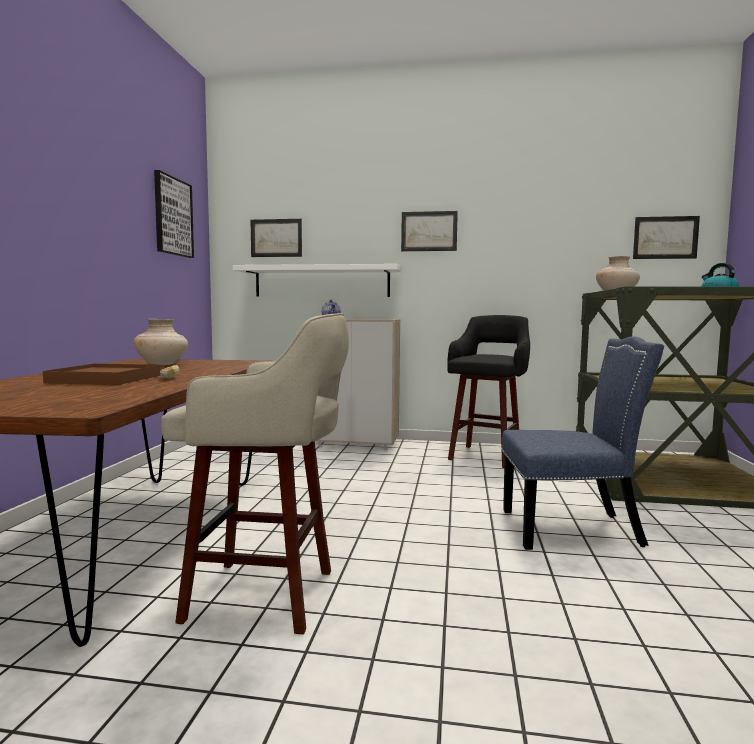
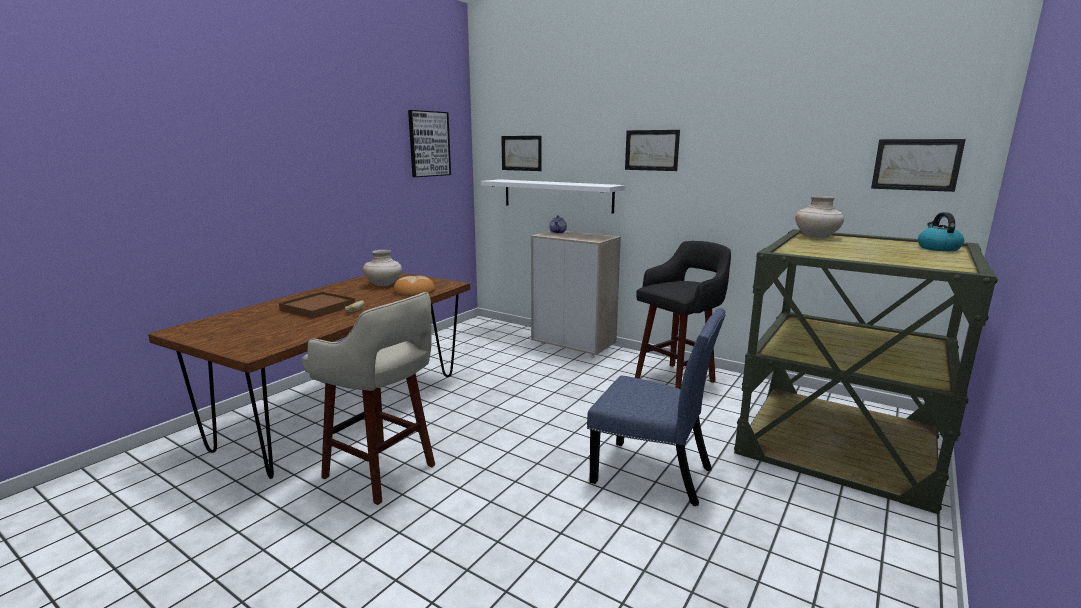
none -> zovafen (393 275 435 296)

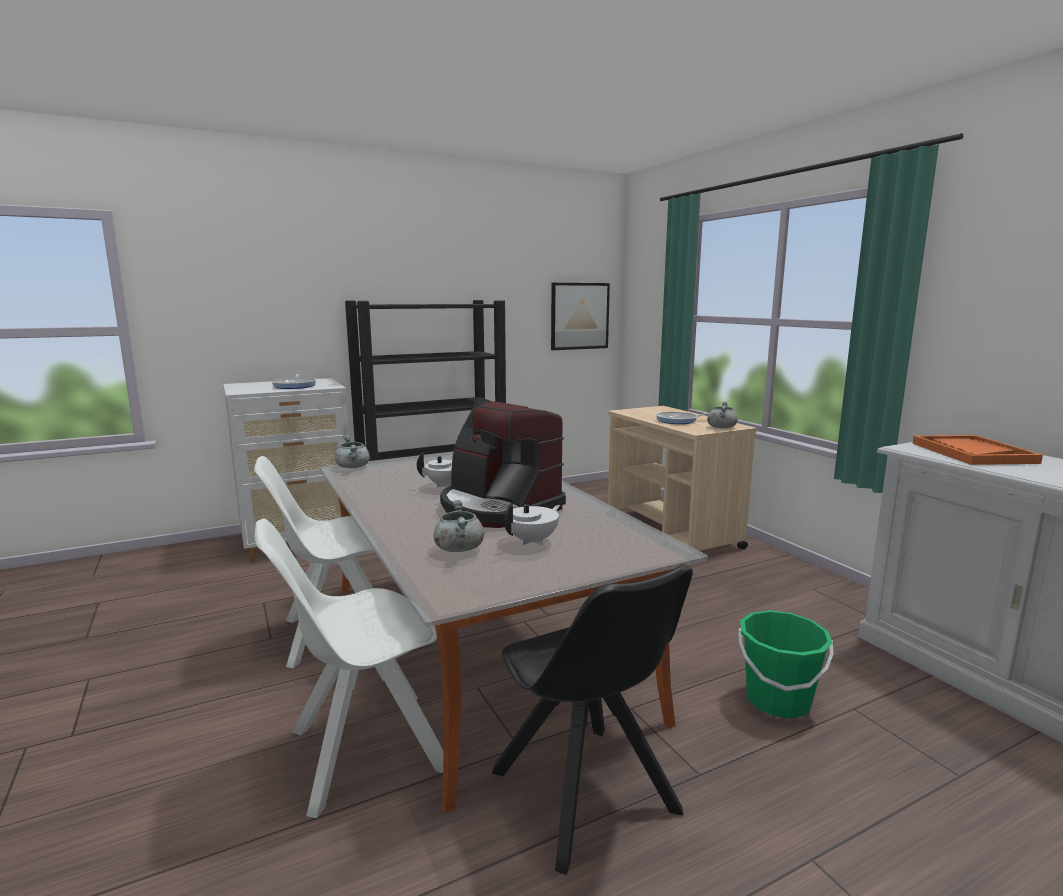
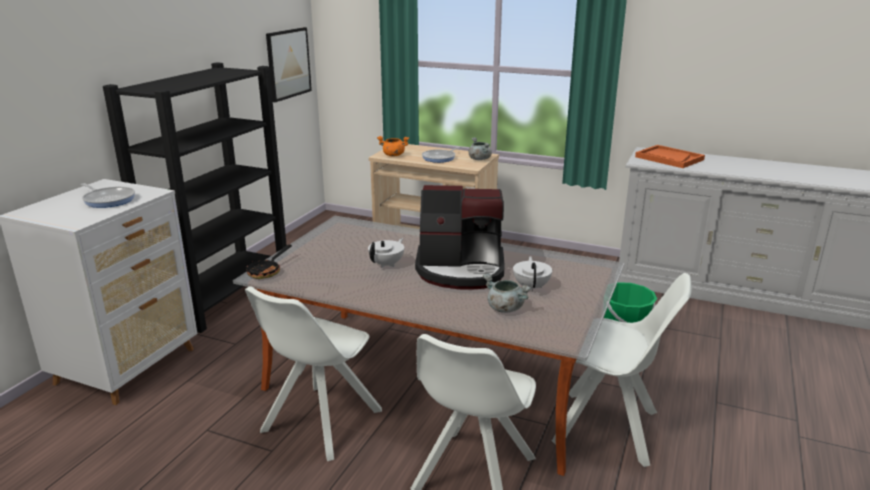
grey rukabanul (334 435 370 468) -> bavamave (246 244 292 279)
none -> orange rukabanul (377 136 409 156)
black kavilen (492 564 693 875) -> white kavilen (552 273 692 467)

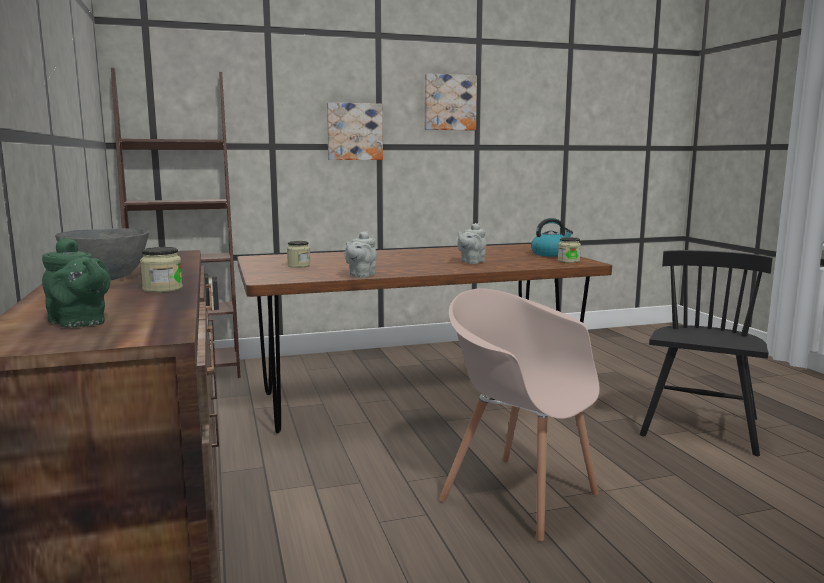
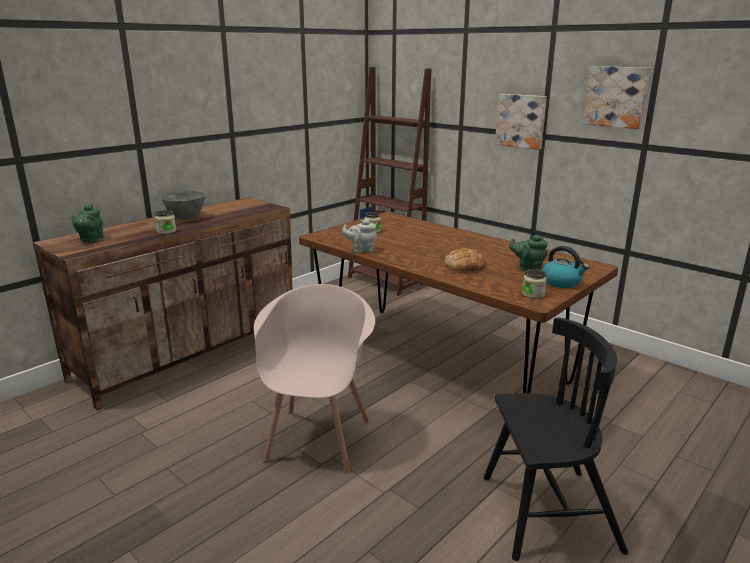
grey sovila (457 223 486 264) -> zovafen (445 248 486 272)
none -> green sovila (509 235 548 271)

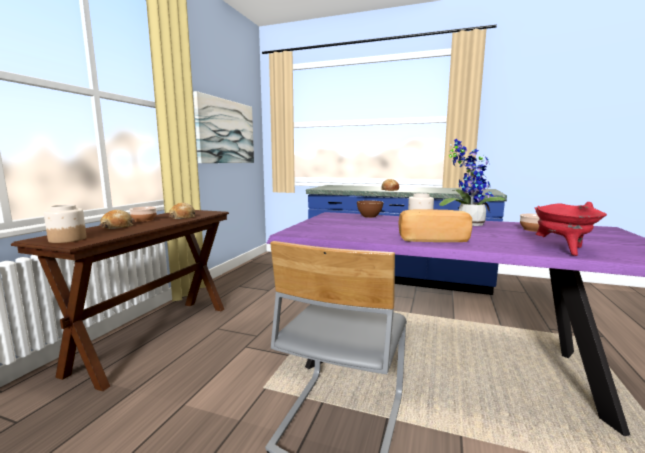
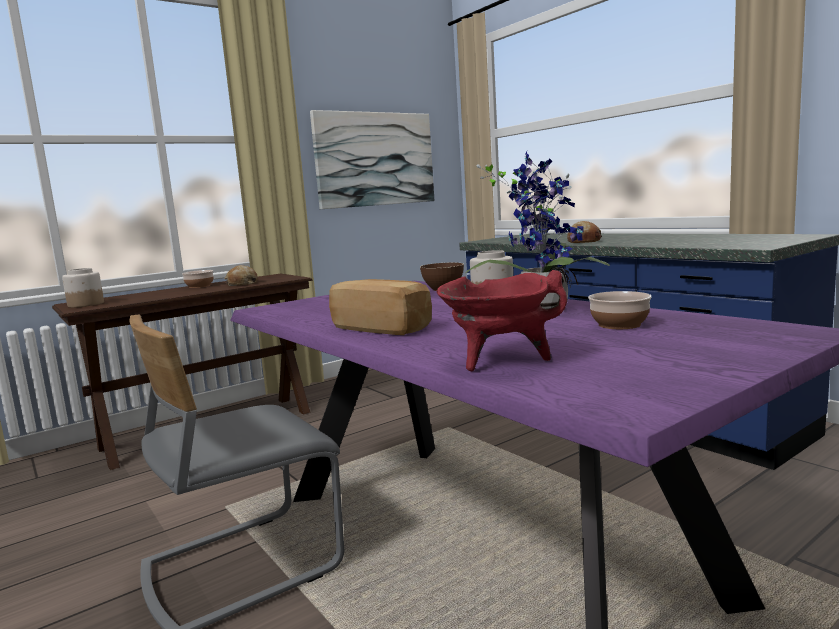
zovafen (100 210 133 229) -> none

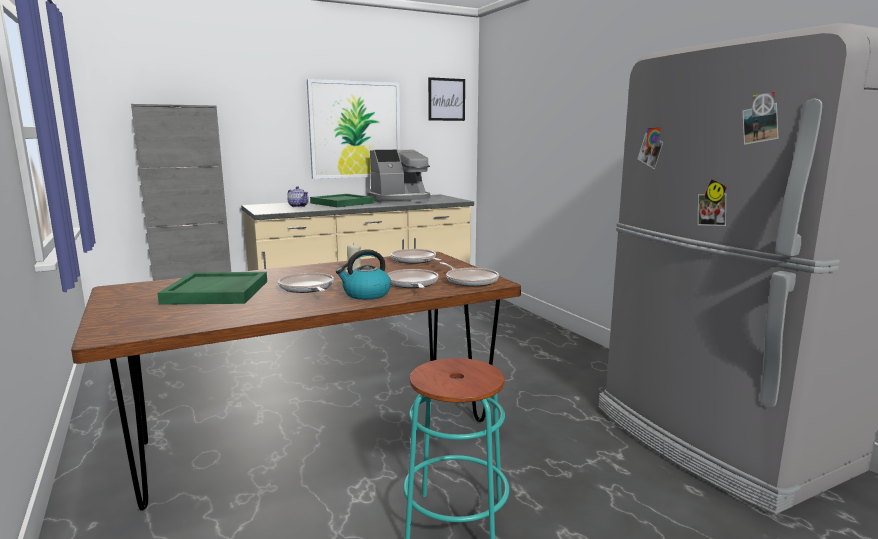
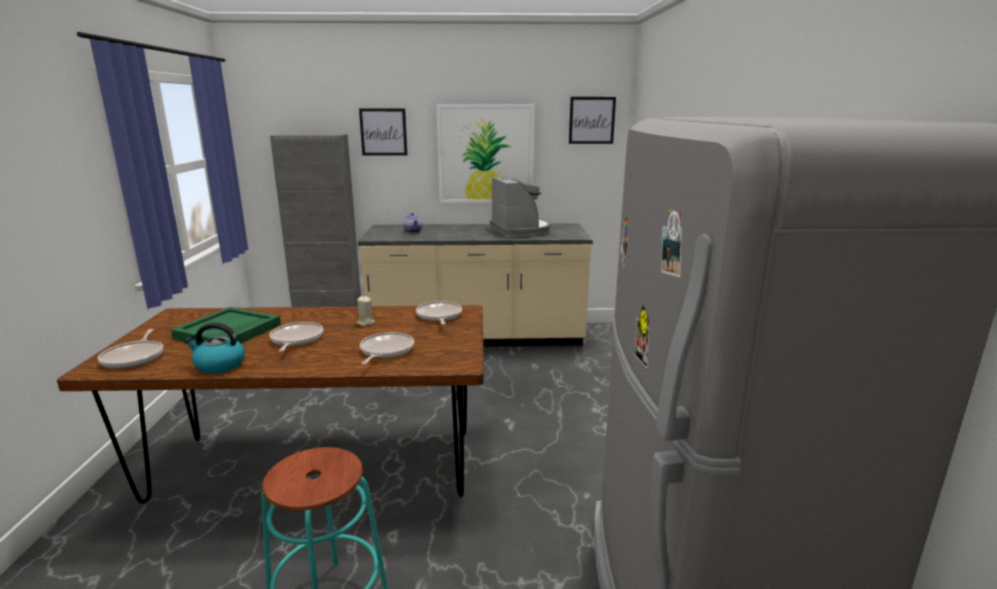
bavamave (440 262 499 287) -> bavamave (98 329 163 369), shifted
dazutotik (336 250 391 300) -> dazutotik (184 322 245 374), shifted
none -> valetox (359 109 407 155)
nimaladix (367 150 430 203) -> nimaladix (490 177 550 238), 105 degrees counterclockwise
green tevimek (310 194 374 207) -> none

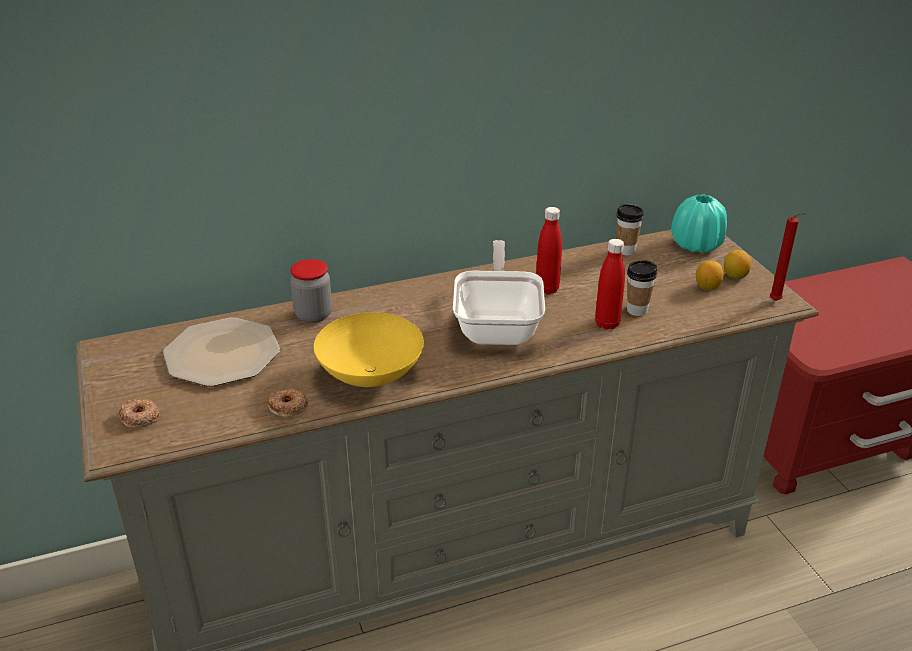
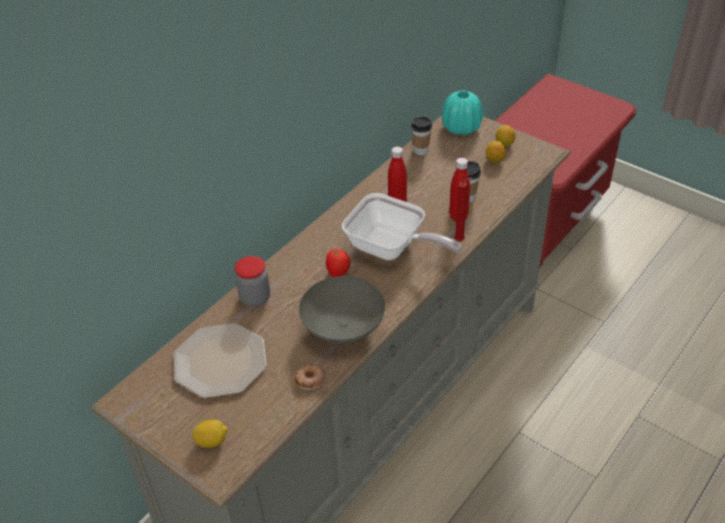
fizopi (119 398 160 428) -> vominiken (192 420 228 448)
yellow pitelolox (314 312 424 387) -> grey pitelolox (299 276 385 344)
none -> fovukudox (326 248 350 277)
bavamave (453 240 545 345) -> bavamave (342 193 462 260), 150 degrees clockwise
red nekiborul (769 213 807 301) -> red nekiborul (454 178 472 241), shifted

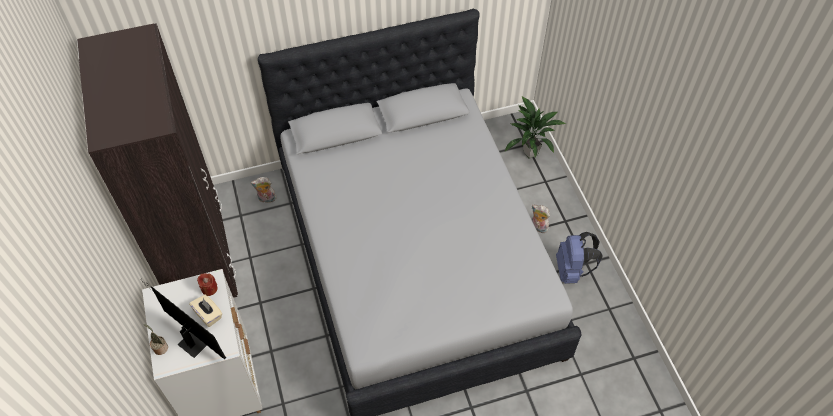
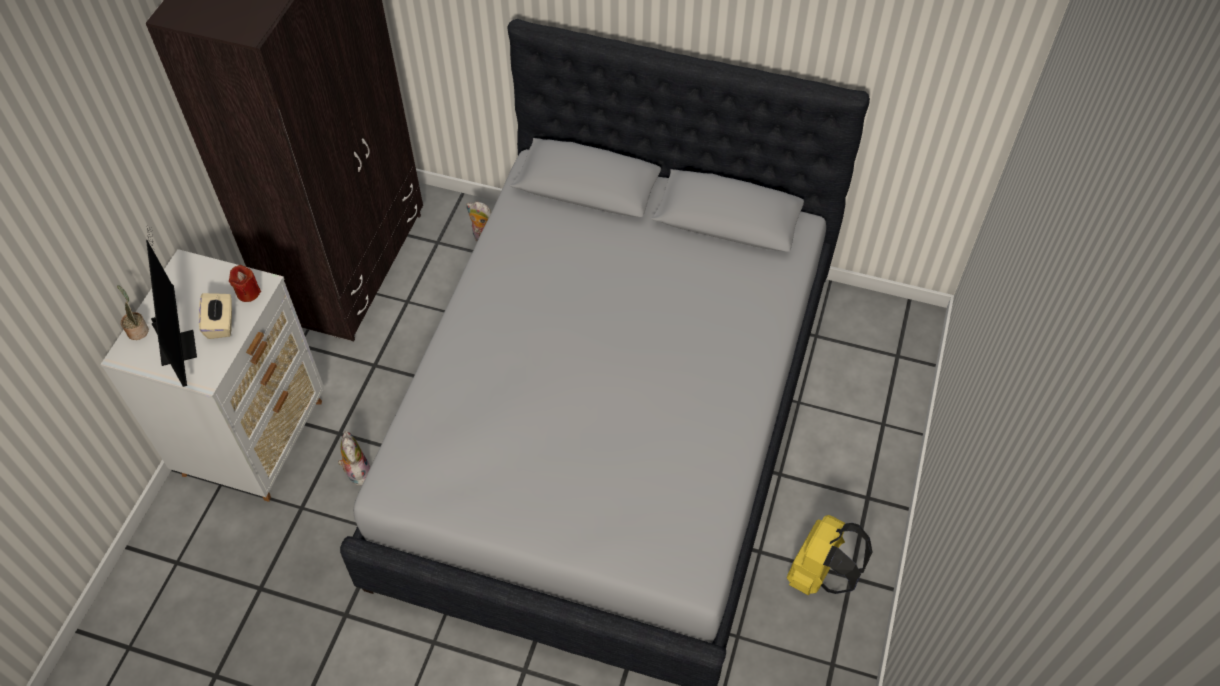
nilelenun (532 205 550 233) -> nilelenun (338 431 370 486), shifted
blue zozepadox (556 232 603 284) -> yellow zozepadox (787 515 872 596)
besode (504 96 567 159) -> none

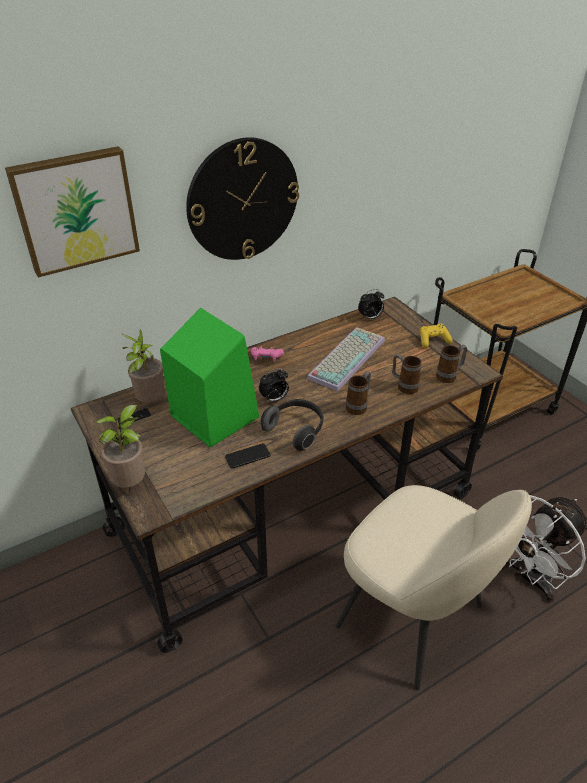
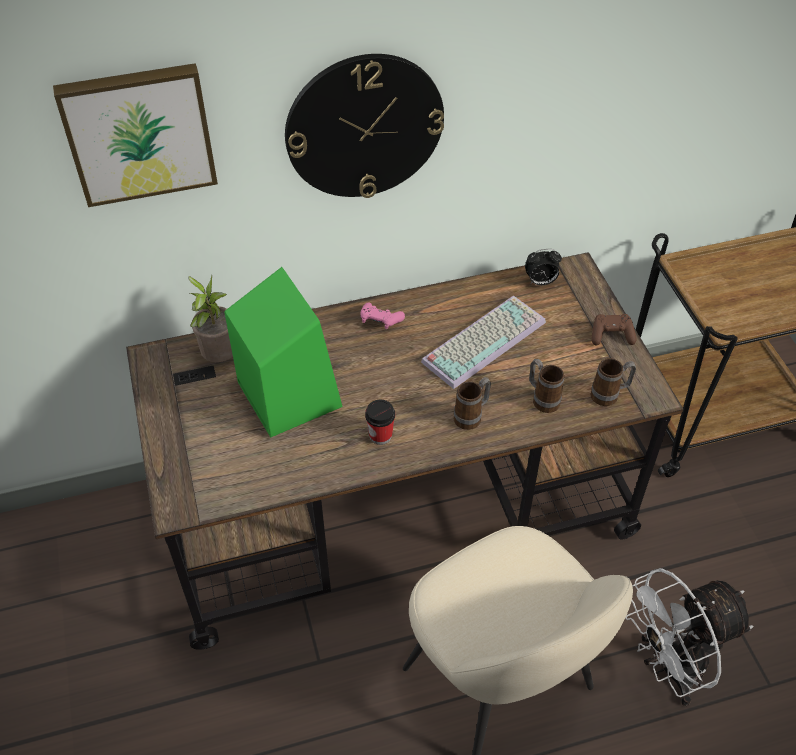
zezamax (260 399 323 451) -> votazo (365 400 395 445)
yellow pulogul (420 324 452 348) -> brown pulogul (591 314 637 346)
besode (96 404 145 488) -> none
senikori (225 443 271 469) -> none
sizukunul (259 368 289 403) -> none

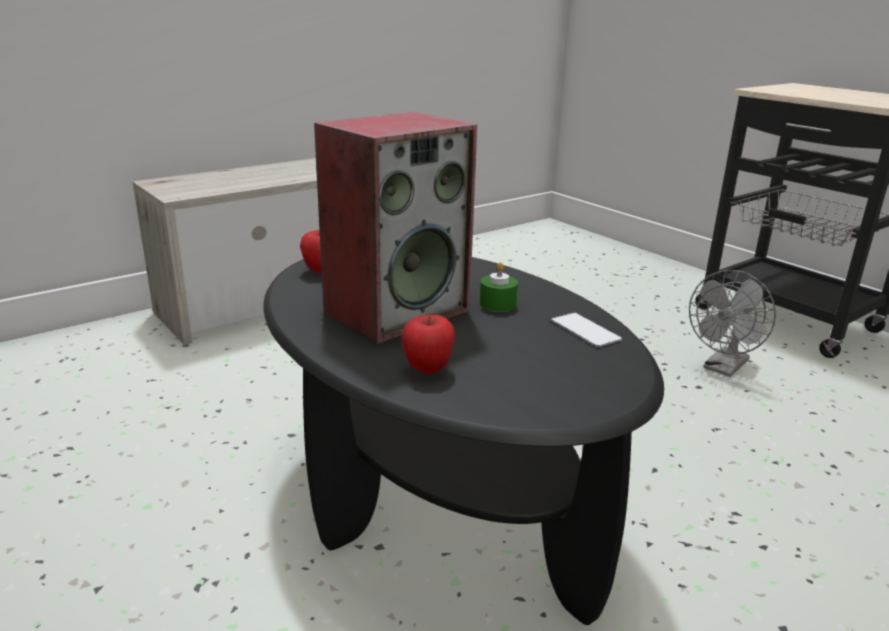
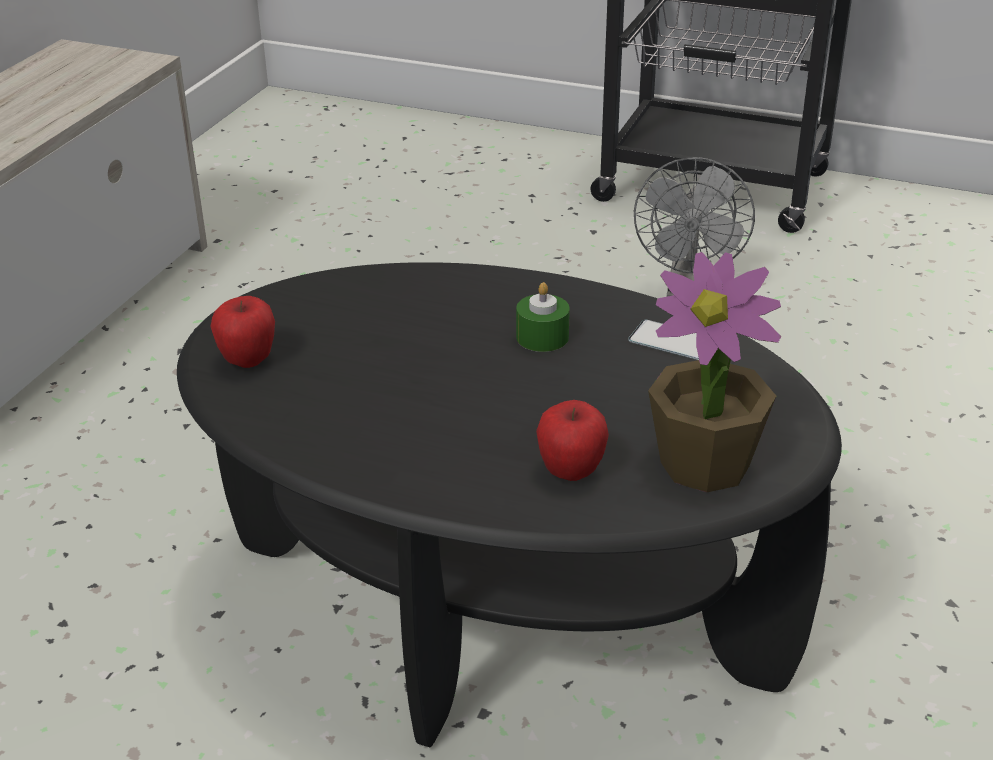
none -> besode (648 252 781 492)
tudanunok (314 112 477 344) -> none

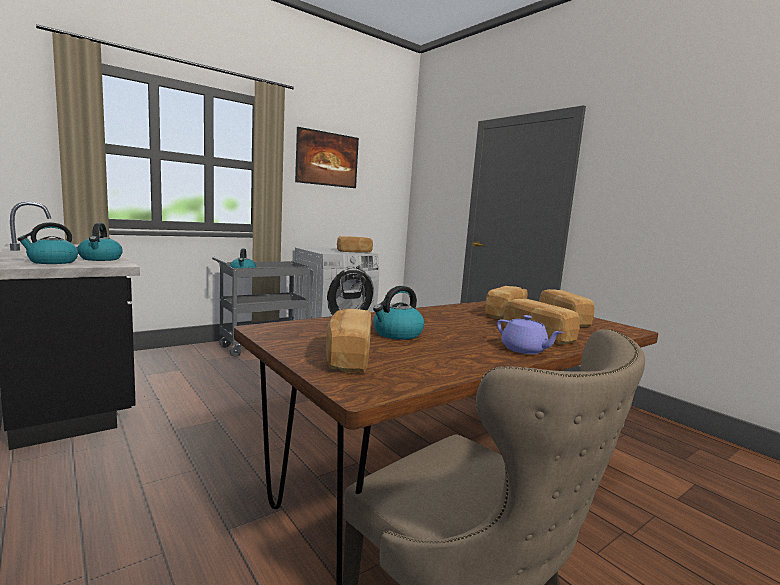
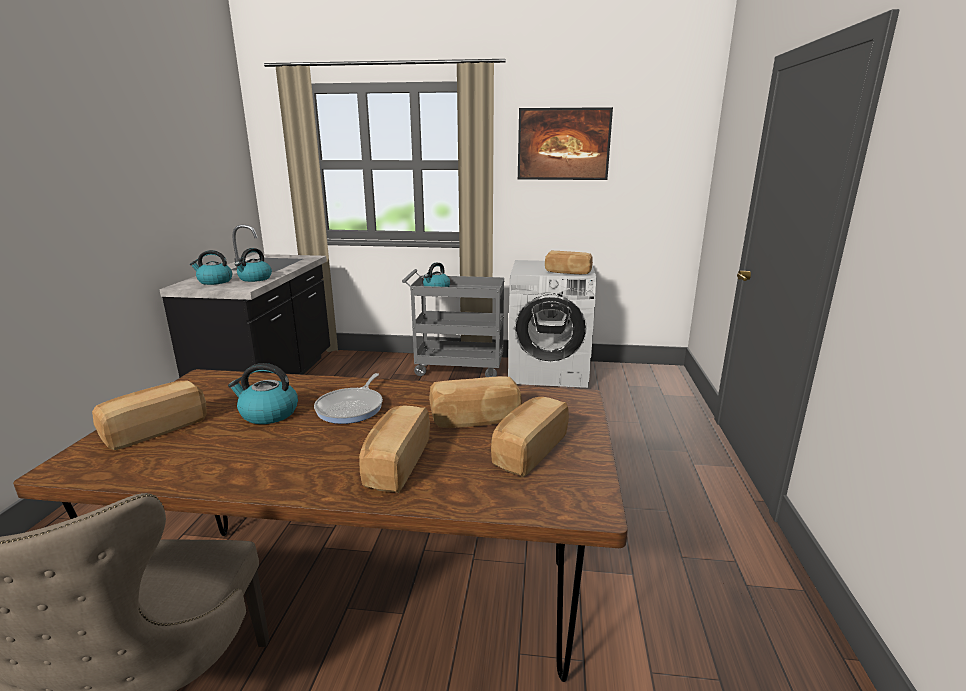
none -> bavamave (314 373 383 424)
purple sovila (497 315 564 354) -> none

